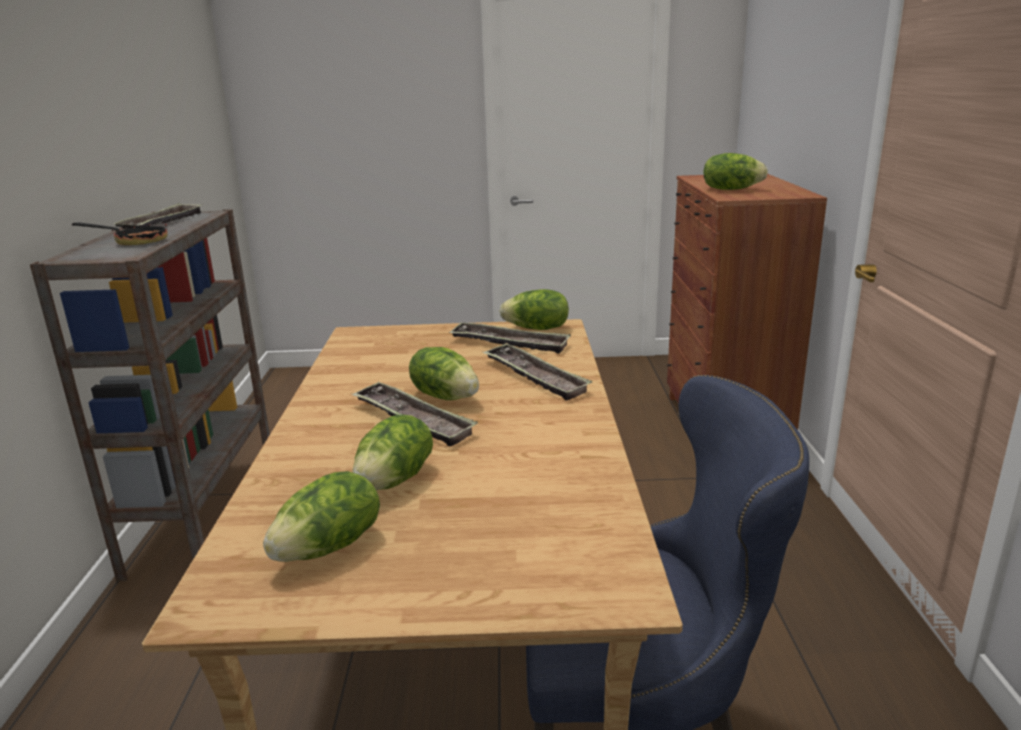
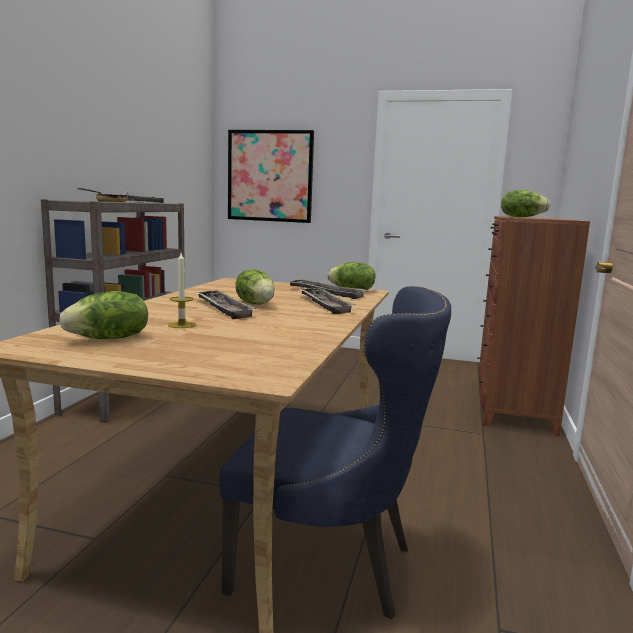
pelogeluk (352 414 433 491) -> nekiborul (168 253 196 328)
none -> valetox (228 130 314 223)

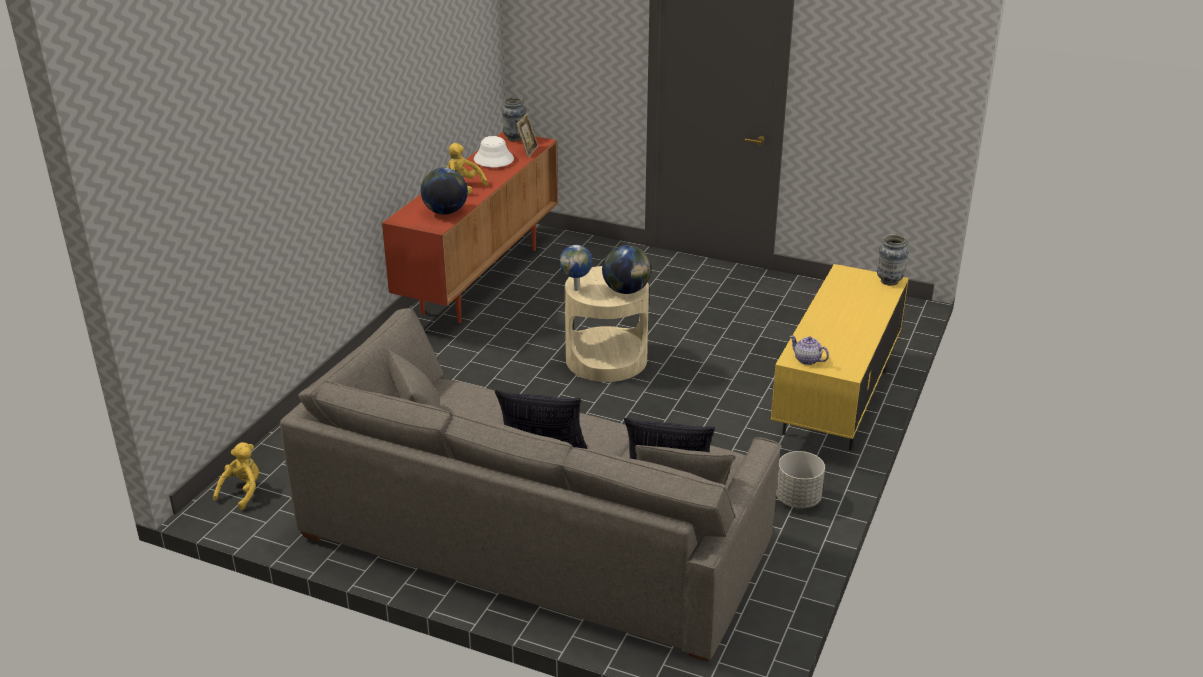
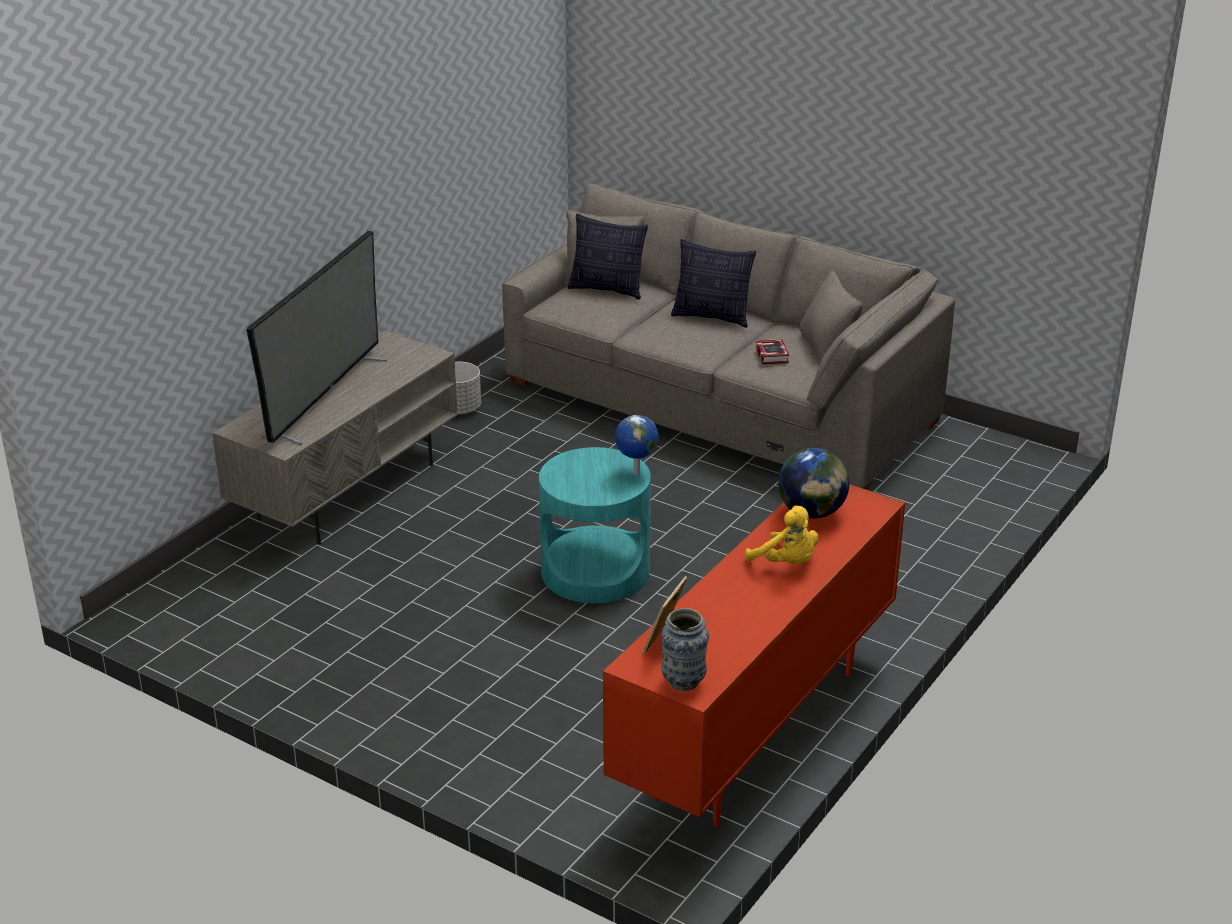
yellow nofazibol (771 264 909 451) -> grey nofazibol (212 330 458 545)
none -> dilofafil (246 231 387 445)
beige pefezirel (565 266 649 382) -> turquoise pefezirel (539 447 651 603)
none -> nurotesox (756 339 789 364)
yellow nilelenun (213 442 259 510) -> none
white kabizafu (474 136 514 167) -> none
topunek (602 245 651 294) -> none
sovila (790 335 829 365) -> none
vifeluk (877 234 908 286) -> none

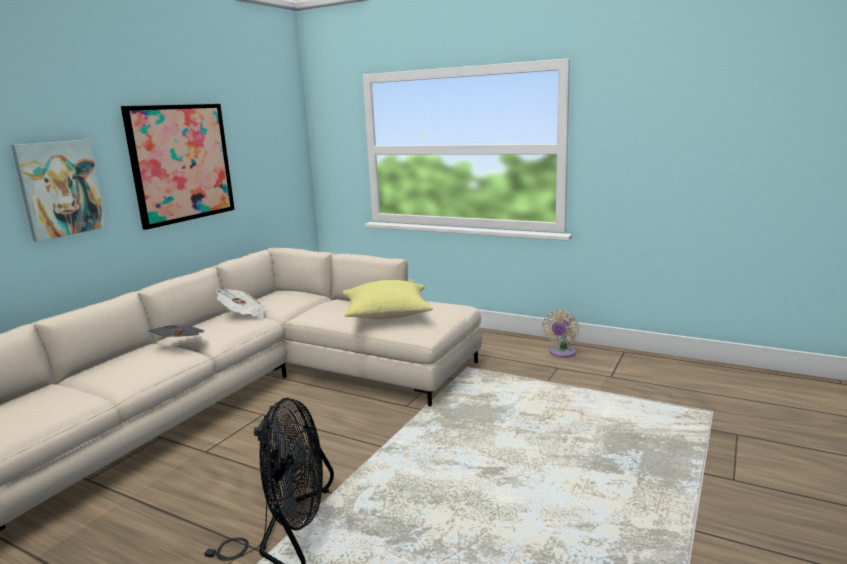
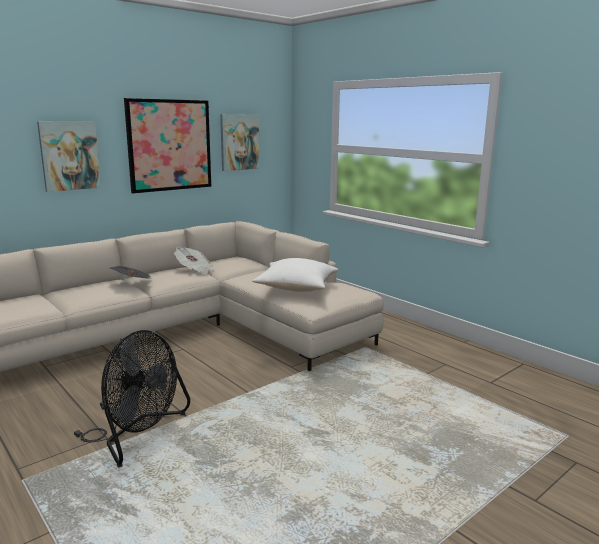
none -> valetox (220 114 260 171)
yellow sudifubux (343 280 433 319) -> white sudifubux (252 258 338 292)
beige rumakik (542 310 579 358) -> none

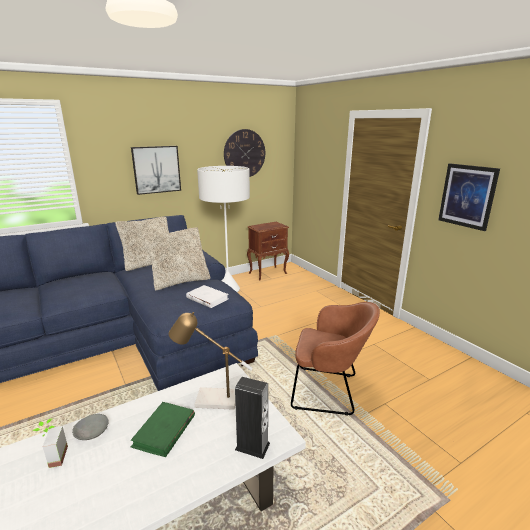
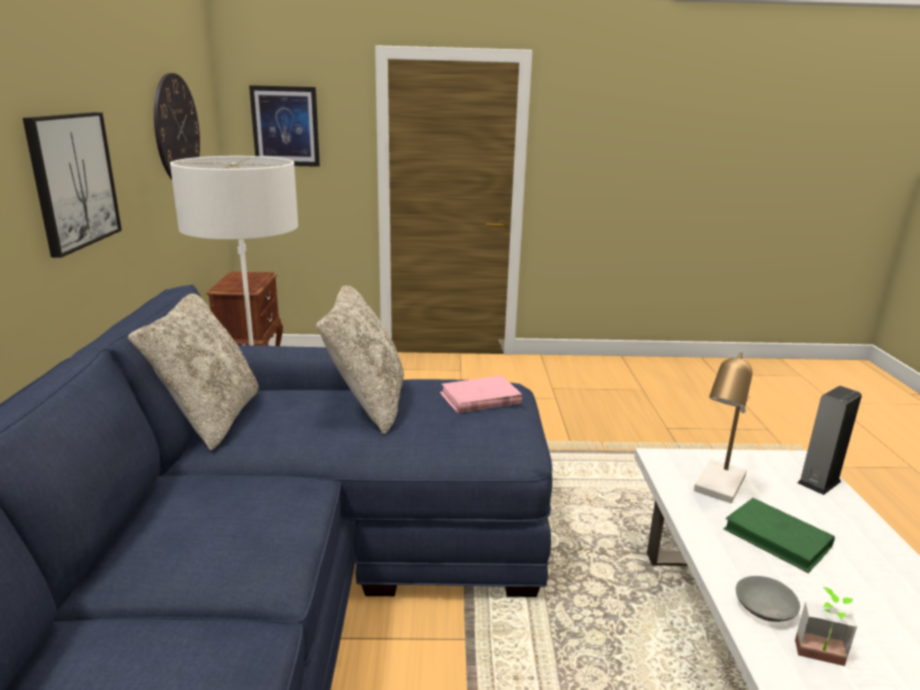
valetox (438 164 500 231) -> valetox (249 85 320 167), shifted
white nurotesox (186 285 228 308) -> pink nurotesox (440 375 522 413)
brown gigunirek (291 302 380 416) -> none

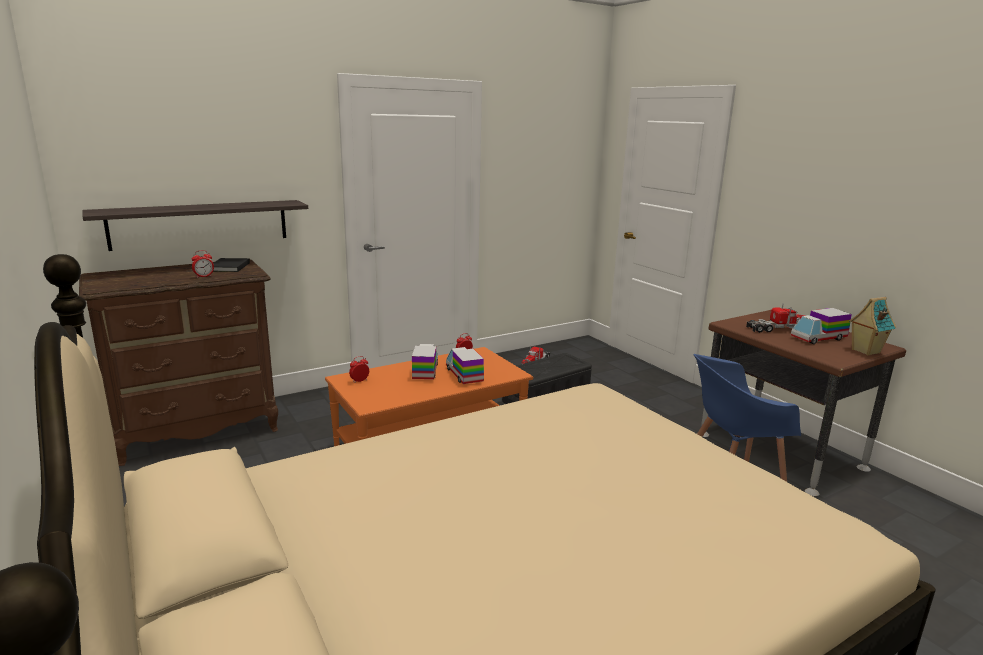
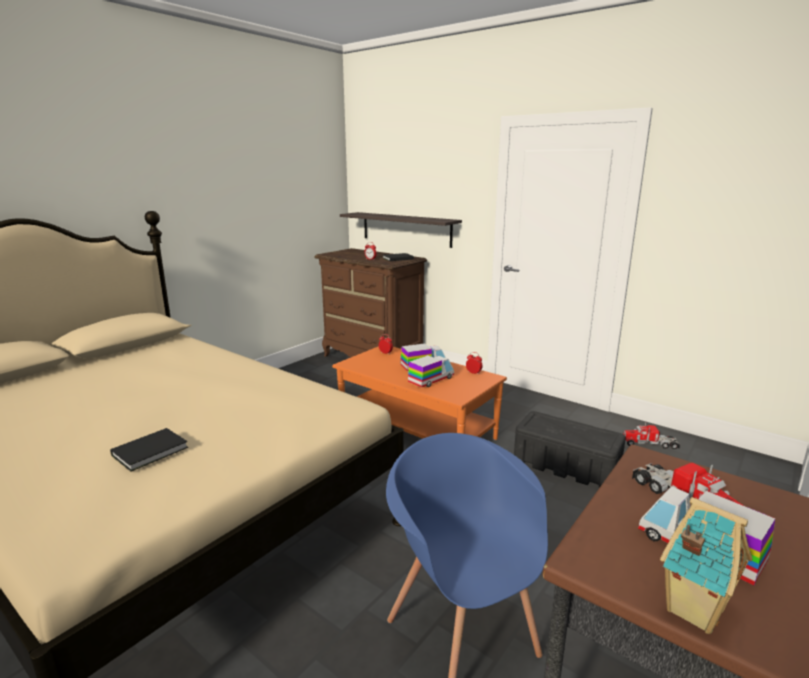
none -> black nurotesox (110 428 188 472)

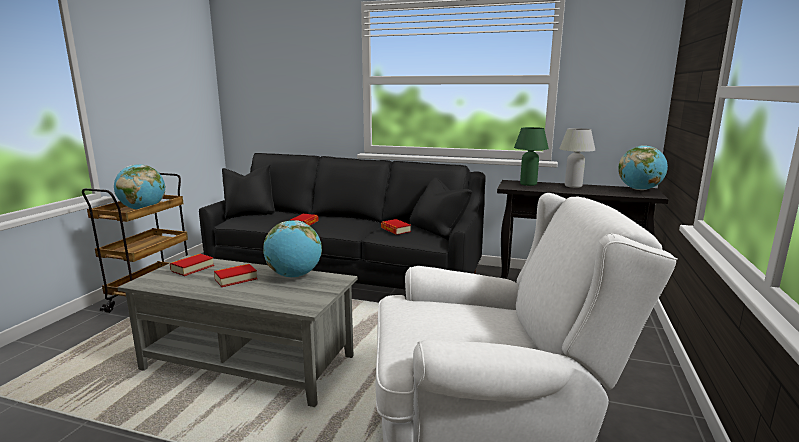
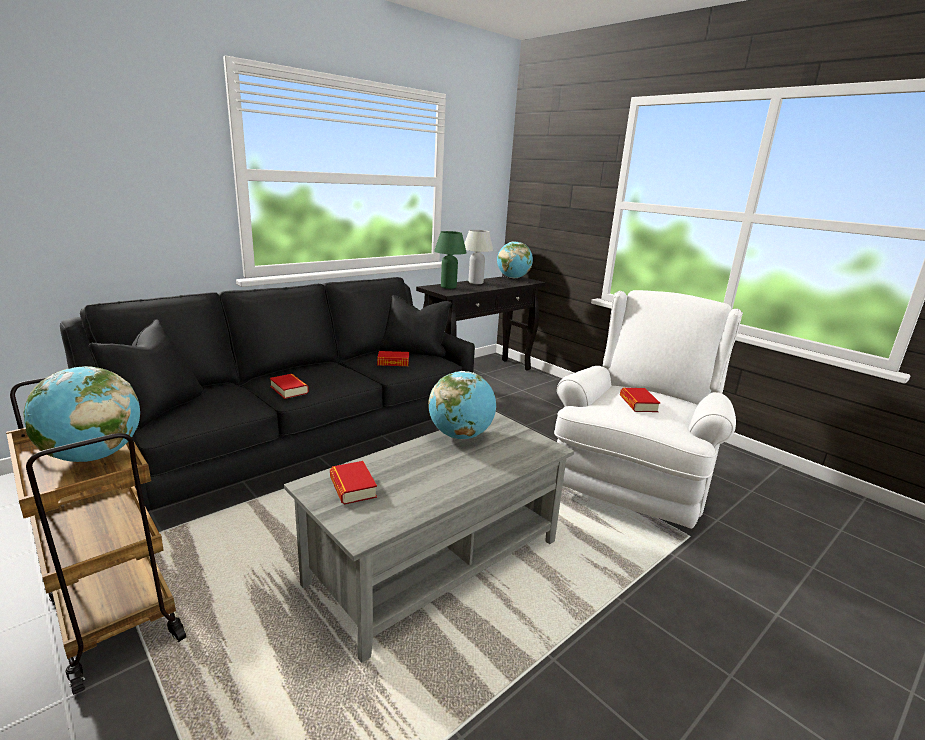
nurotesox (214 264 257 287) -> nurotesox (620 388 660 412), shifted

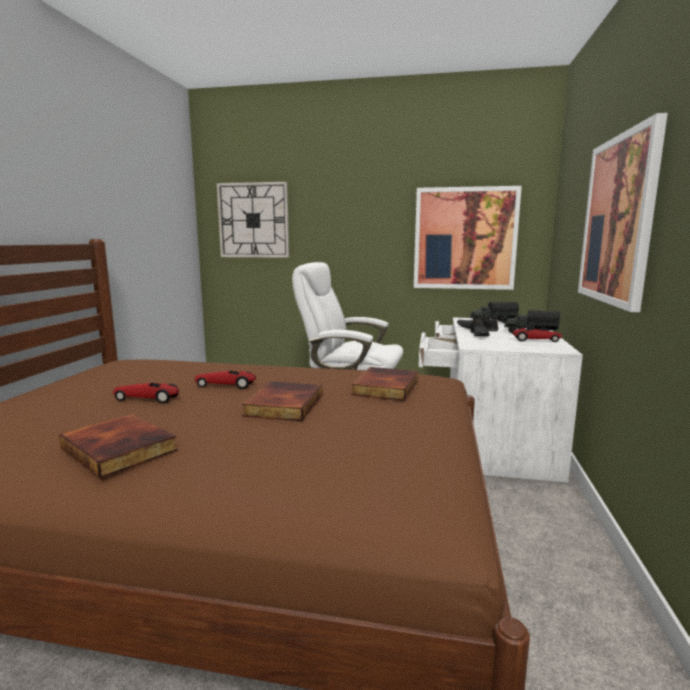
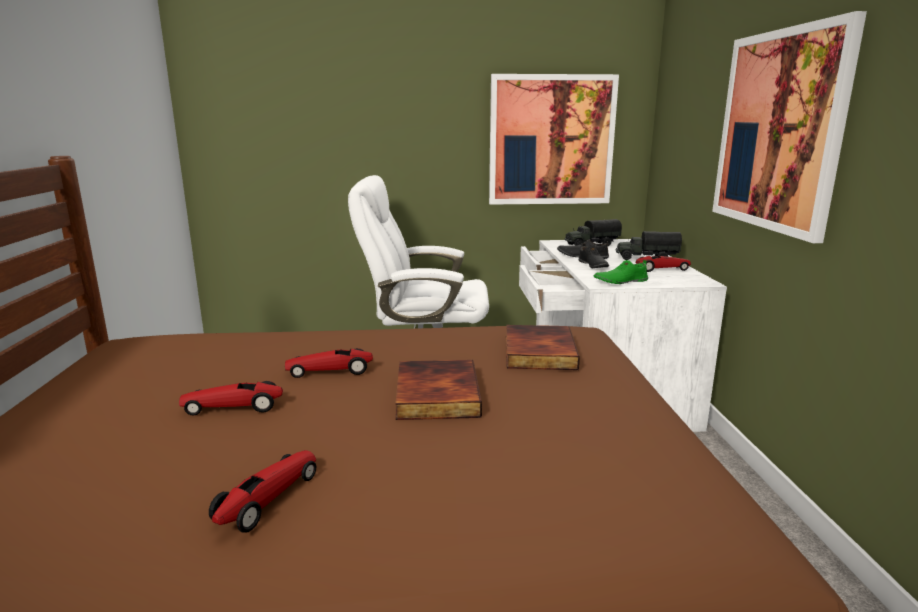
nurotesox (59 414 178 478) -> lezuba (209 450 316 533)
none -> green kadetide (594 260 648 284)
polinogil (217 182 289 258) -> none

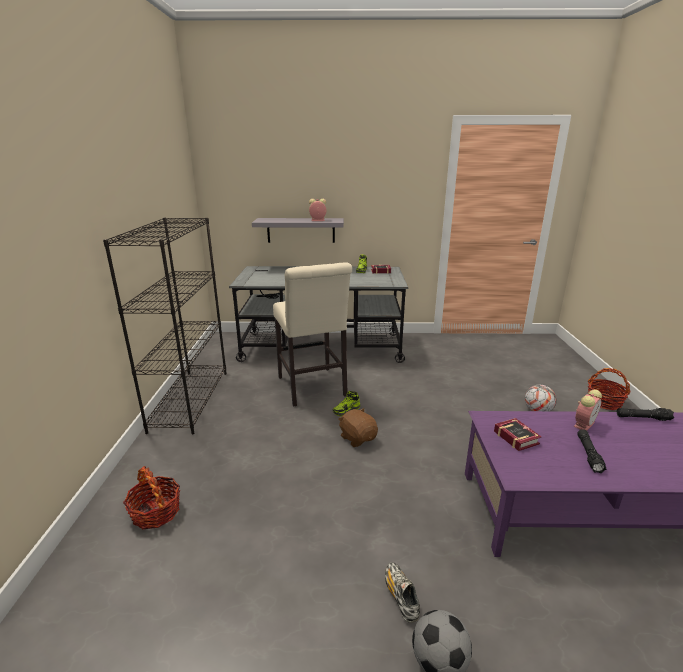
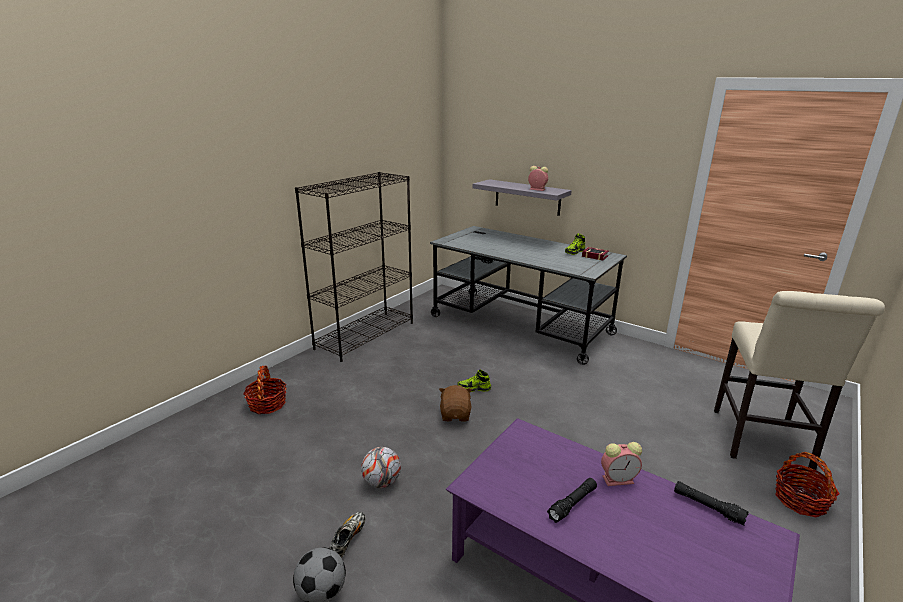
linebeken (525 385 557 411) -> linebeken (361 447 401 488), shifted
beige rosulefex (273 262 352 407) -> beige rosulefex (714 291 885 470), shifted
nurotesox (494 418 541 451) -> none

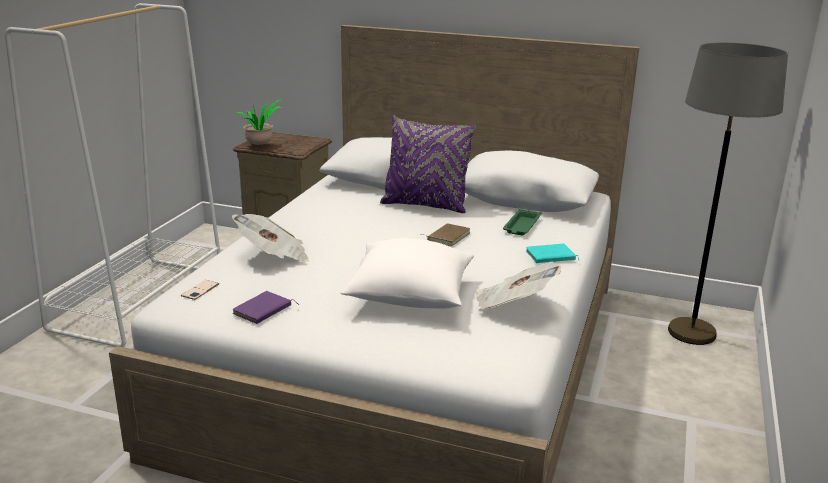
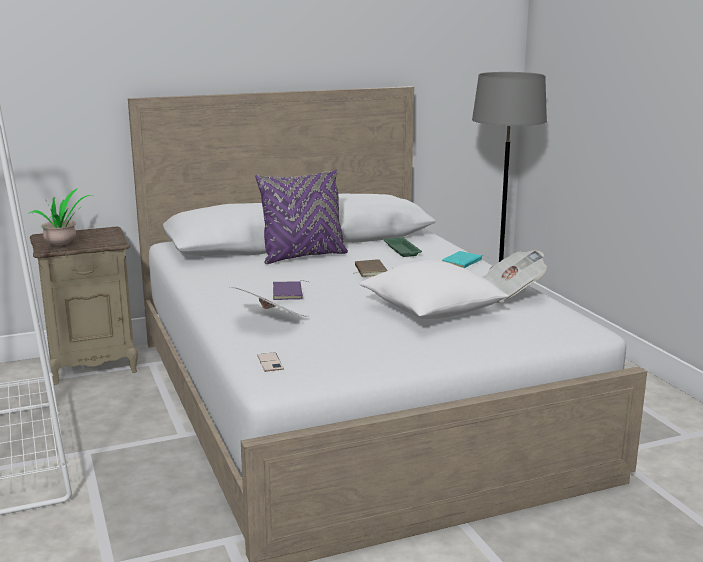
purple nurotesox (233 291 299 324) -> purple nurotesox (273 280 308 300), shifted

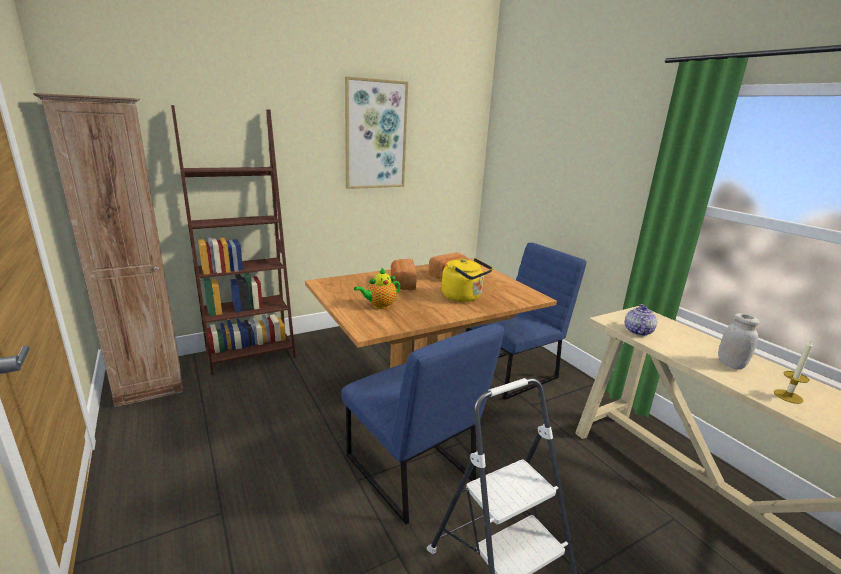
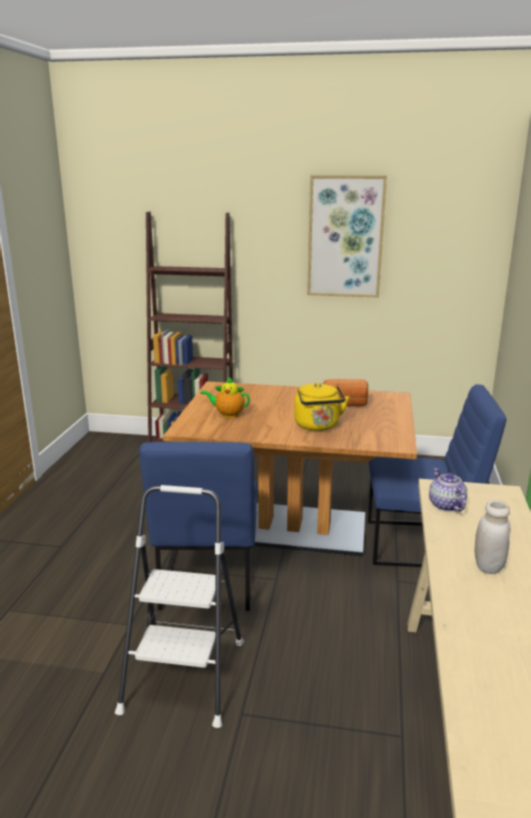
sovila (625 304 657 336) -> sovila (429 468 467 511), 75 degrees counterclockwise
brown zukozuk (33 93 183 407) -> none
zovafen (391 259 417 290) -> none
nekiborul (774 339 813 404) -> none

